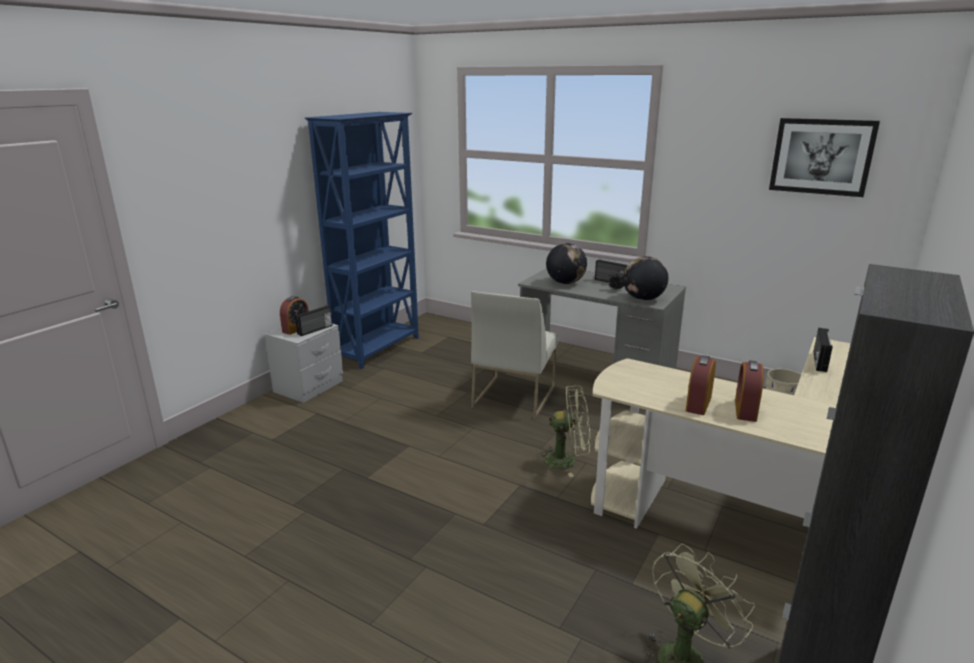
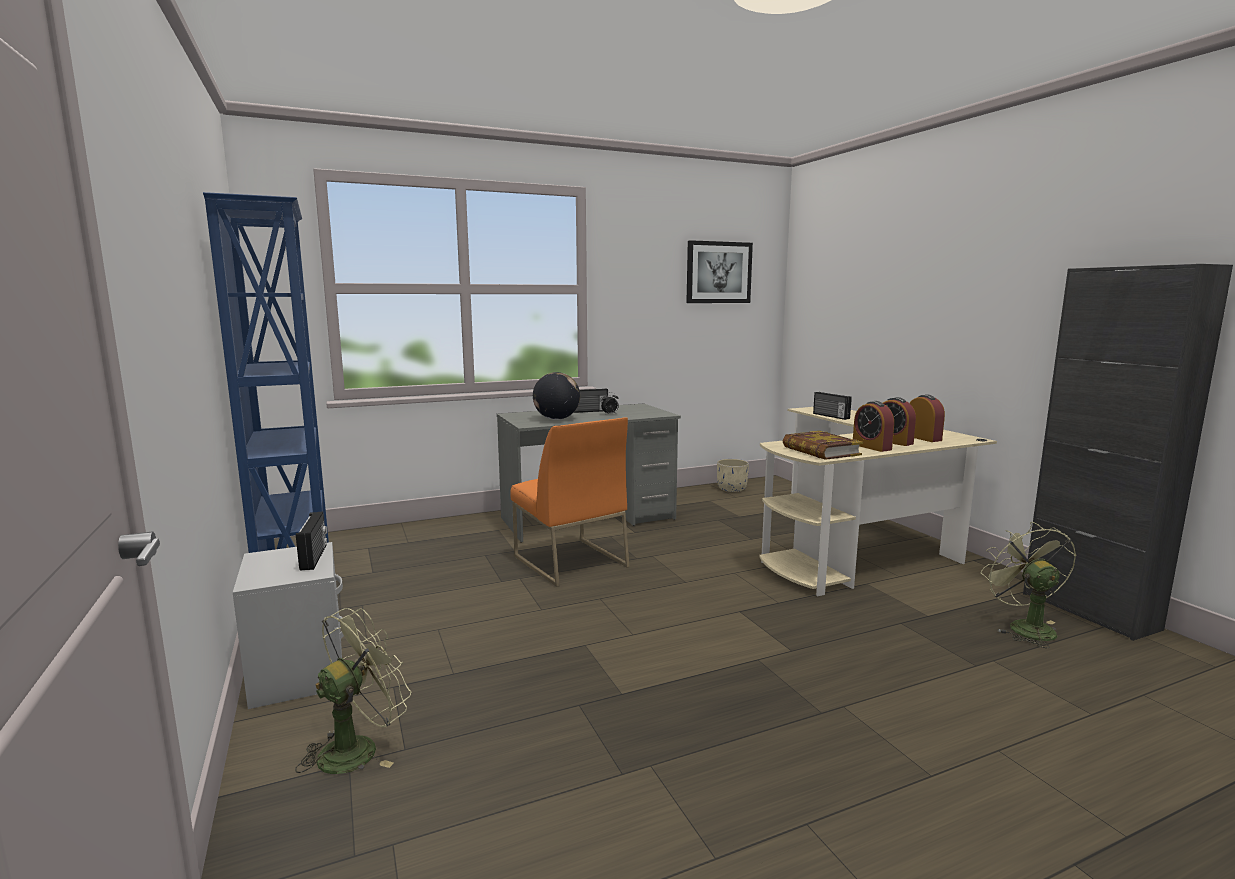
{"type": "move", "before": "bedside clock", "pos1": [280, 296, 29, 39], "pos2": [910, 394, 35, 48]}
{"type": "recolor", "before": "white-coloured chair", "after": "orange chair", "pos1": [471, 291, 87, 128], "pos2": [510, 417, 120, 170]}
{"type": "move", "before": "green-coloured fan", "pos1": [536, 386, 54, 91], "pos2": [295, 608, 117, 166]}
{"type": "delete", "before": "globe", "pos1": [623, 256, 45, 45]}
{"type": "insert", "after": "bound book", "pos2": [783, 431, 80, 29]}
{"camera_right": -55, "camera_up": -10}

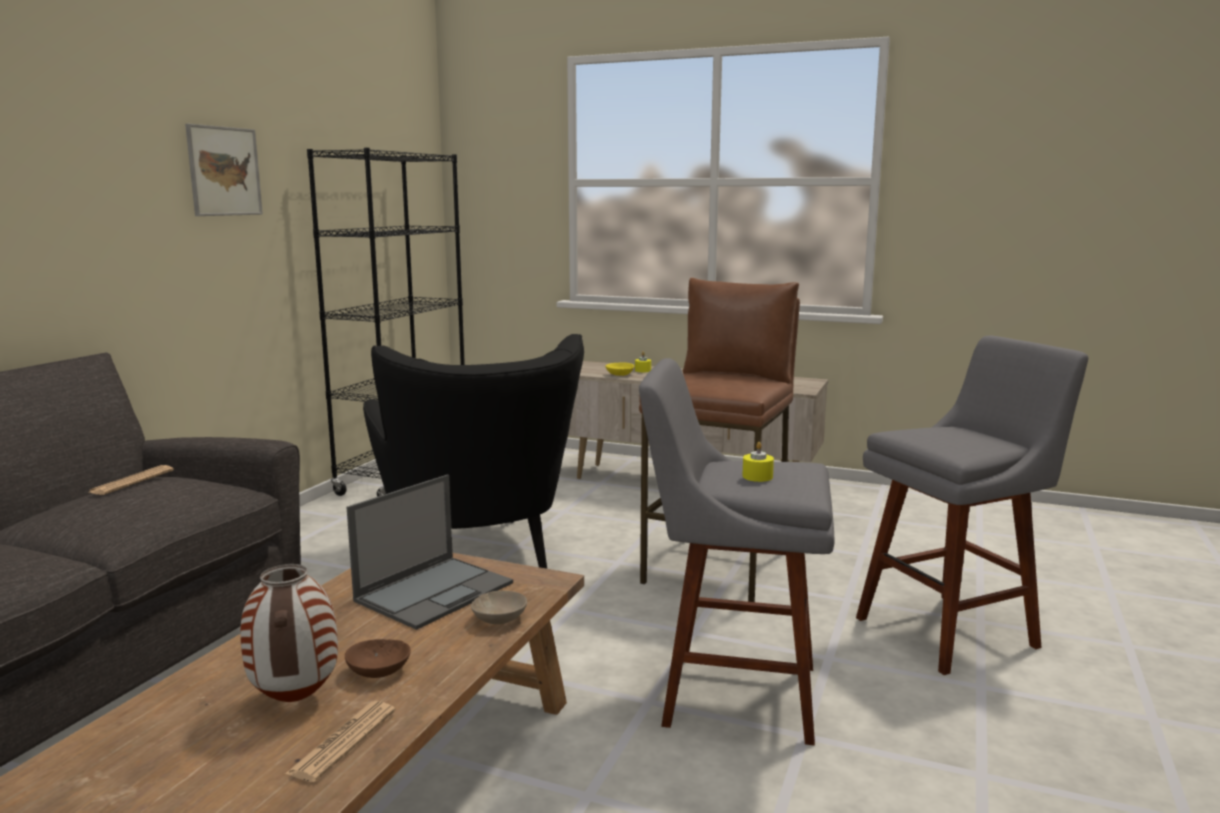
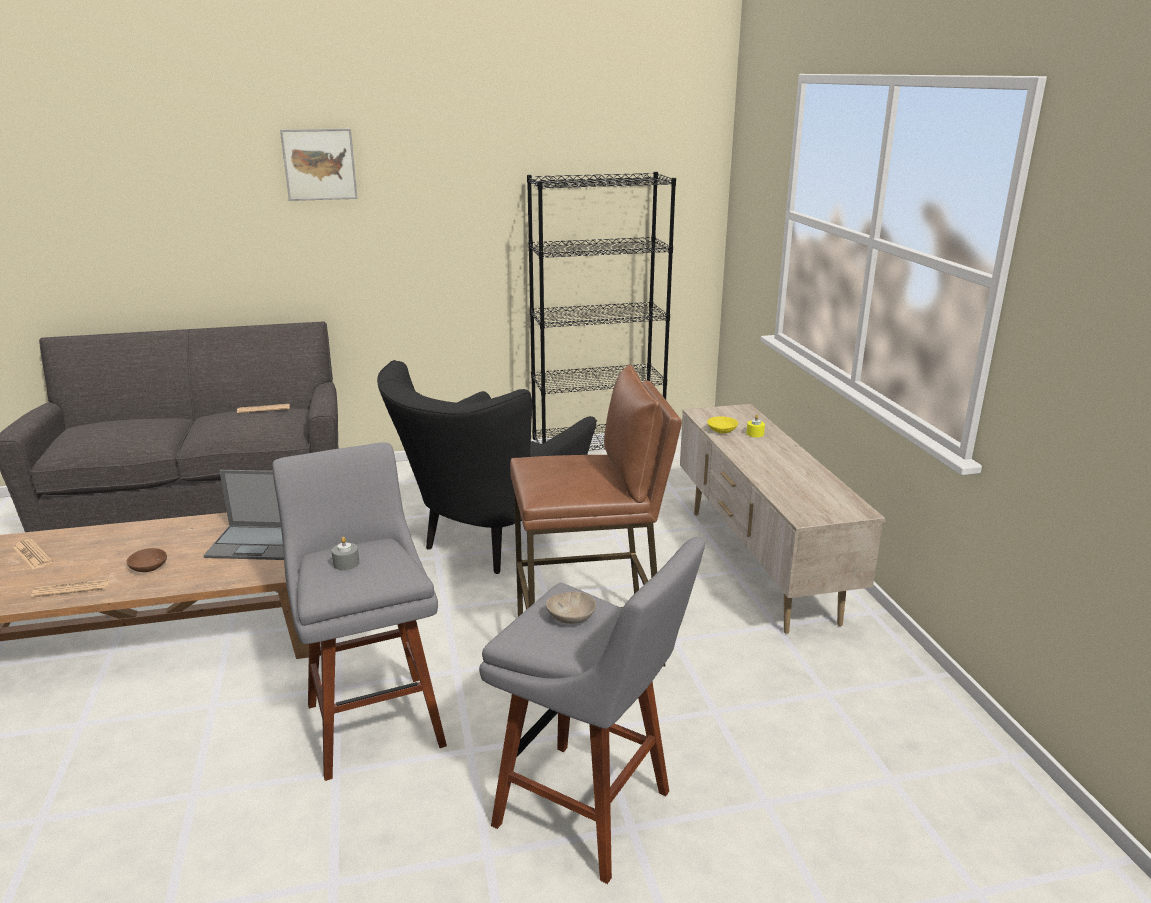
{"type": "move", "before": "picture", "pos1": [185, 124, 78, 92], "pos2": [280, 128, 78, 73]}
{"type": "delete", "before": "vase", "pos1": [240, 564, 98, 138]}
{"type": "move", "before": "sand-coloured bowl", "pos1": [471, 591, 56, 33], "pos2": [546, 591, 50, 33]}
{"type": "recolor", "before": "yellow candle", "after": "grey candle", "pos1": [742, 442, 32, 40], "pos2": [332, 537, 27, 33]}
{"type": "insert", "after": "printed paper", "pos2": [13, 539, 40, 31]}
{"camera_right": 55, "camera_up": 10}

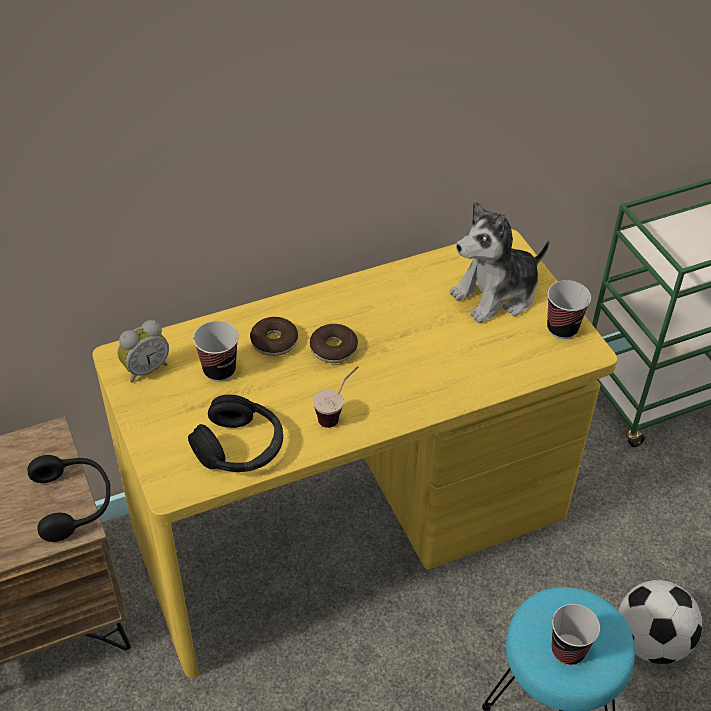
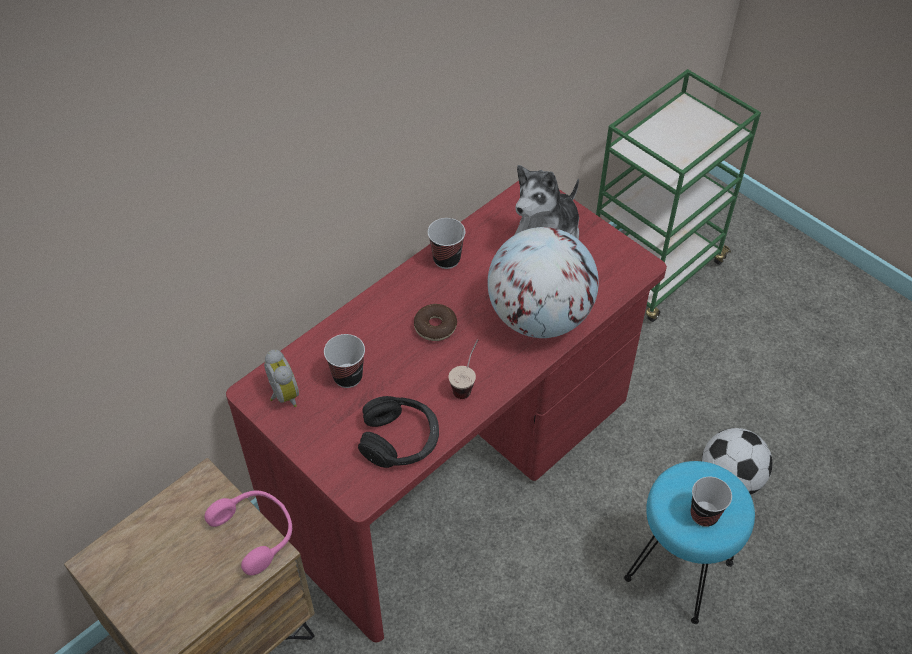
{"type": "recolor", "before": "blackish pair of headphones", "after": "pink pair of headphones", "pos1": [27, 455, 83, 87], "pos2": [205, 490, 87, 85]}
{"type": "recolor", "before": "yellow desk table", "after": "red-coloured desk table", "pos1": [92, 229, 525, 449], "pos2": [226, 181, 441, 462]}
{"type": "rotate", "before": "bedside clock", "pos1": [117, 320, 52, 63], "pos2": [264, 350, 35, 57], "turn": -60}
{"type": "delete", "before": "ring doughnut", "pos1": [250, 317, 48, 39]}
{"type": "move", "before": "cup", "pos1": [547, 280, 44, 59], "pos2": [428, 218, 37, 51]}
{"type": "insert", "after": "globe", "pos2": [487, 227, 112, 111]}
{"camera_right": -20, "camera_up": 5}

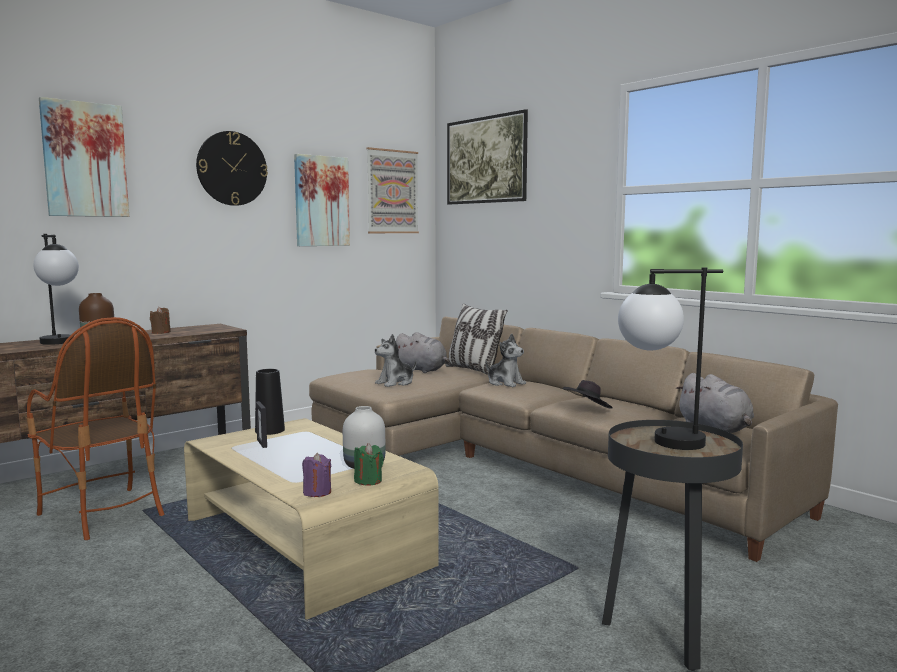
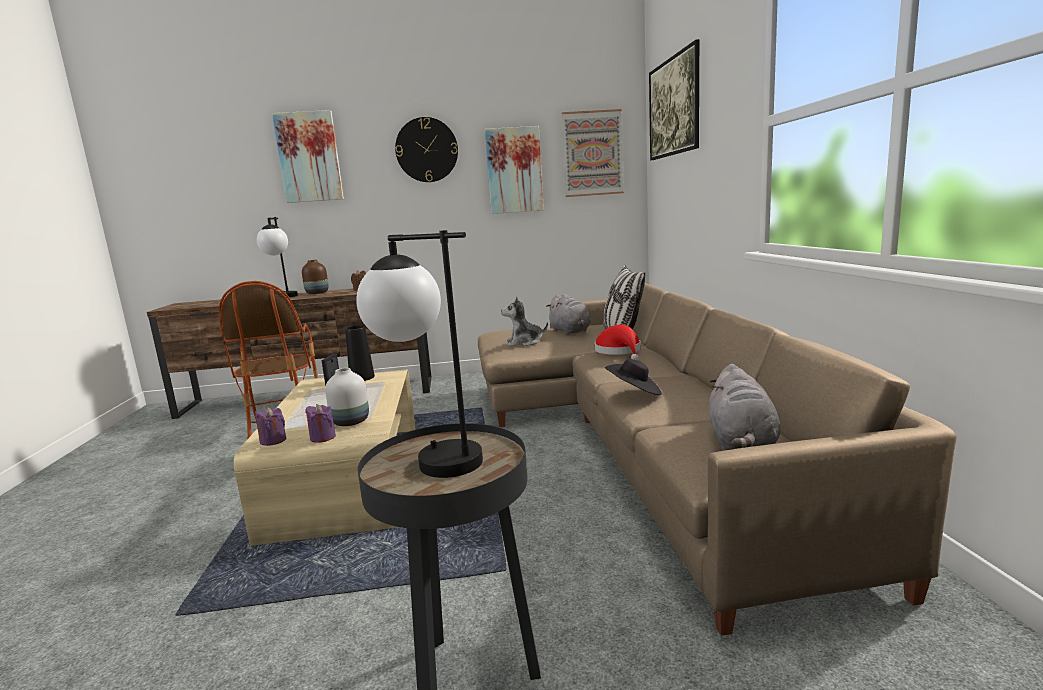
{"type": "recolor", "before": "green-coloured candle", "after": "purple candle", "pos1": [354, 443, 30, 43], "pos2": [305, 404, 31, 39]}
{"type": "replace", "before": "cuddly toy", "after": "red-coloured hat", "pos1": [485, 334, 41, 53], "pos2": [595, 325, 46, 35]}
{"camera_right": 35, "camera_up": 5}

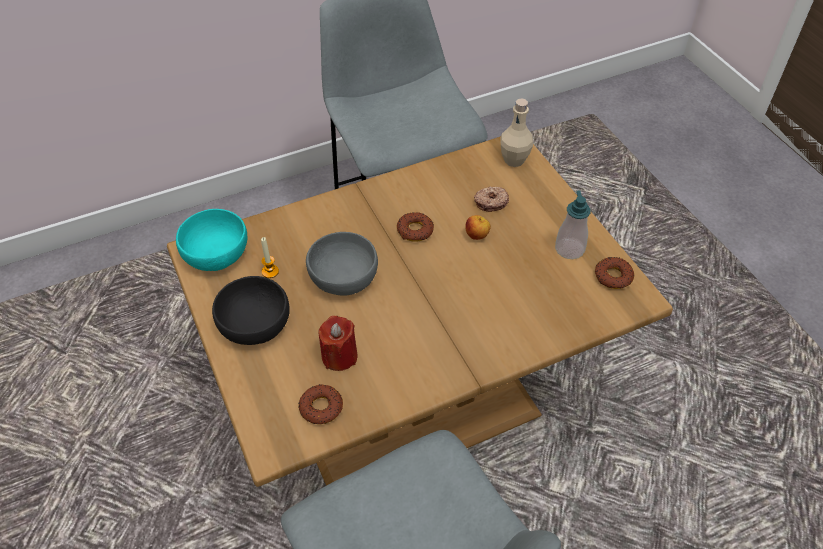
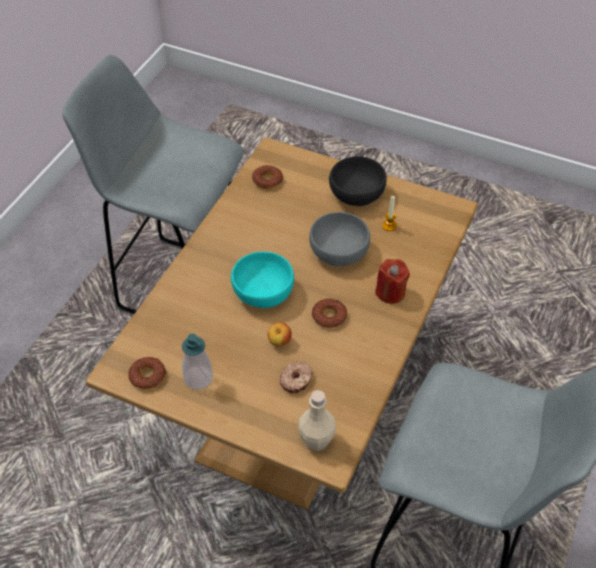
{"type": "move", "before": "turquoise-coloured bowl", "pos1": [176, 209, 71, 62], "pos2": [231, 251, 63, 57]}
{"type": "move", "before": "red-coloured candle", "pos1": [319, 316, 39, 55], "pos2": [375, 259, 35, 45]}
{"camera_right": 140, "camera_up": 0}

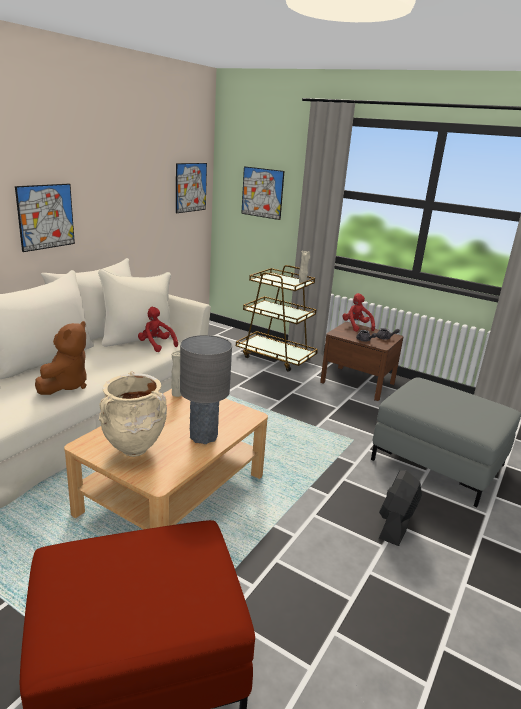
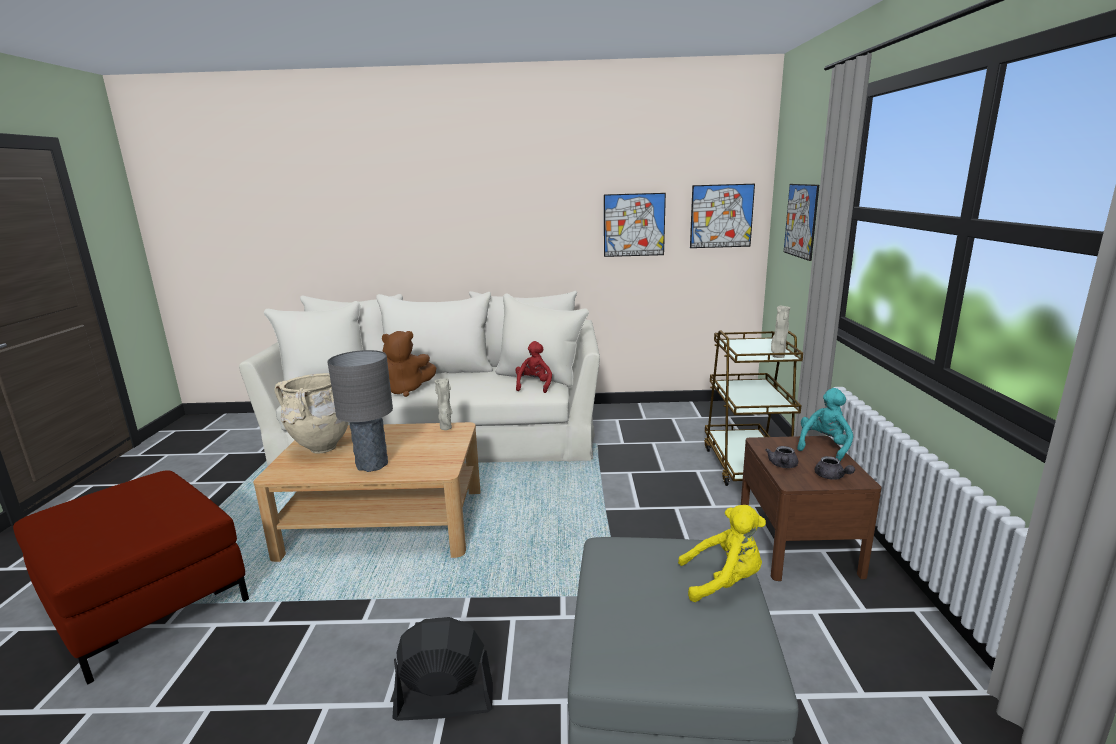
{"type": "move", "before": "picture", "pos1": [15, 184, 60, 68], "pos2": [604, 193, 62, 64]}
{"type": "recolor", "before": "red-coloured cuddly toy", "after": "turquoise-coloured cuddly toy", "pos1": [342, 293, 33, 39], "pos2": [797, 388, 56, 73]}
{"type": "insert", "after": "yellow cuddly toy", "pos2": [678, 505, 88, 97]}
{"camera_right": 60, "camera_up": -5}

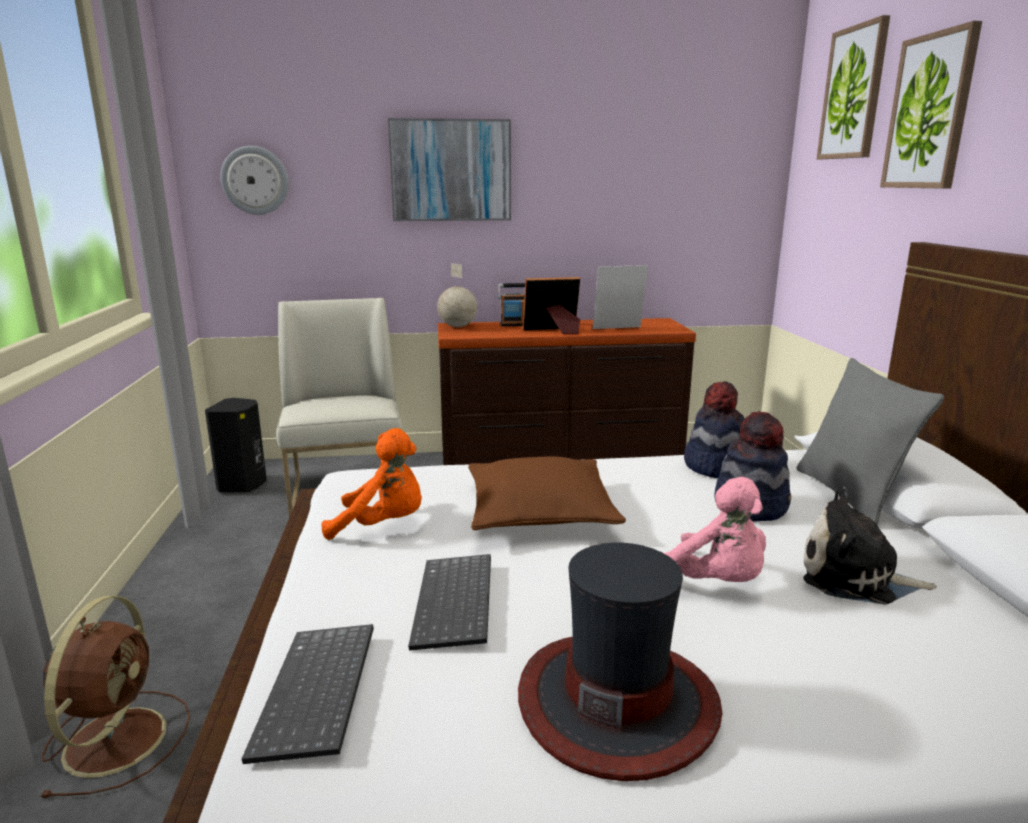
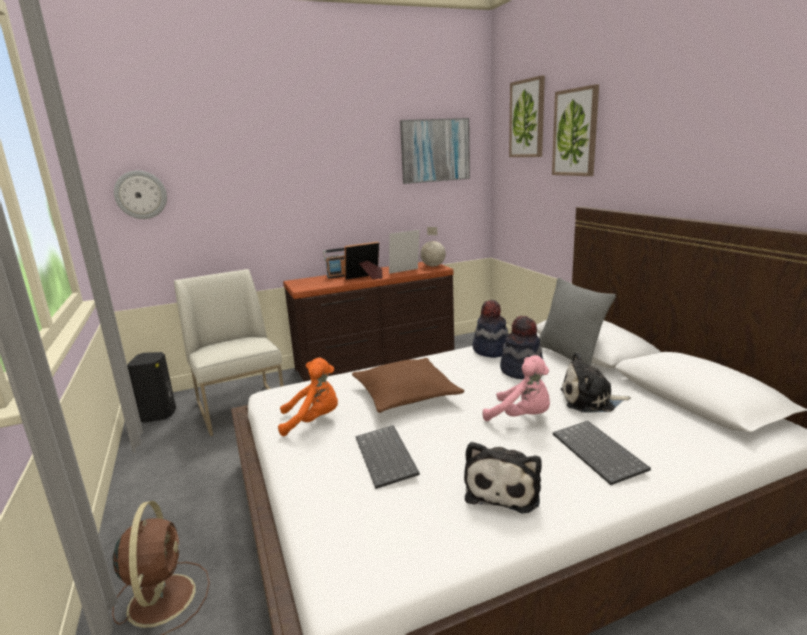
{"type": "move", "before": "PC keyboard", "pos1": [242, 624, 132, 140], "pos2": [553, 421, 98, 64]}
{"type": "move", "before": "picture", "pos1": [388, 118, 123, 103], "pos2": [400, 118, 70, 66]}
{"type": "move", "before": "globe", "pos1": [437, 263, 40, 64], "pos2": [420, 227, 26, 40]}
{"type": "replace", "before": "hat", "after": "cuddly toy", "pos1": [518, 543, 204, 238], "pos2": [464, 442, 78, 71]}
{"camera_right": -15, "camera_up": 0}

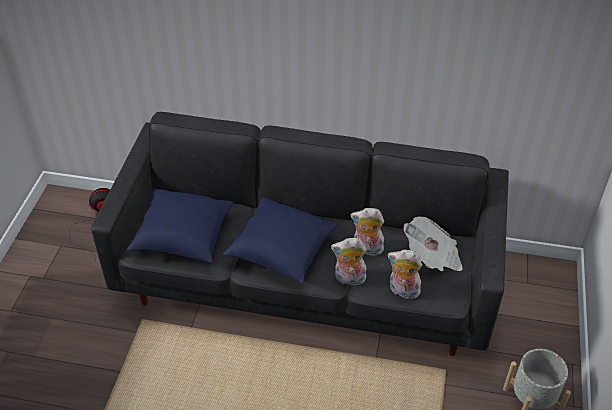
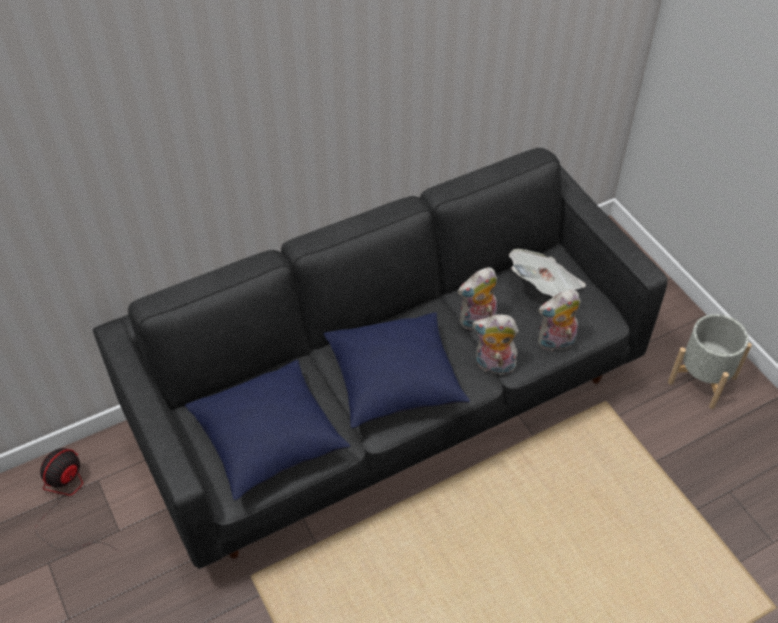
{"type": "rotate", "before": "cuddly toy", "pos1": [331, 238, 36, 48], "pos2": [472, 314, 47, 61], "turn": 45}
{"camera_right": -40, "camera_up": 5}

